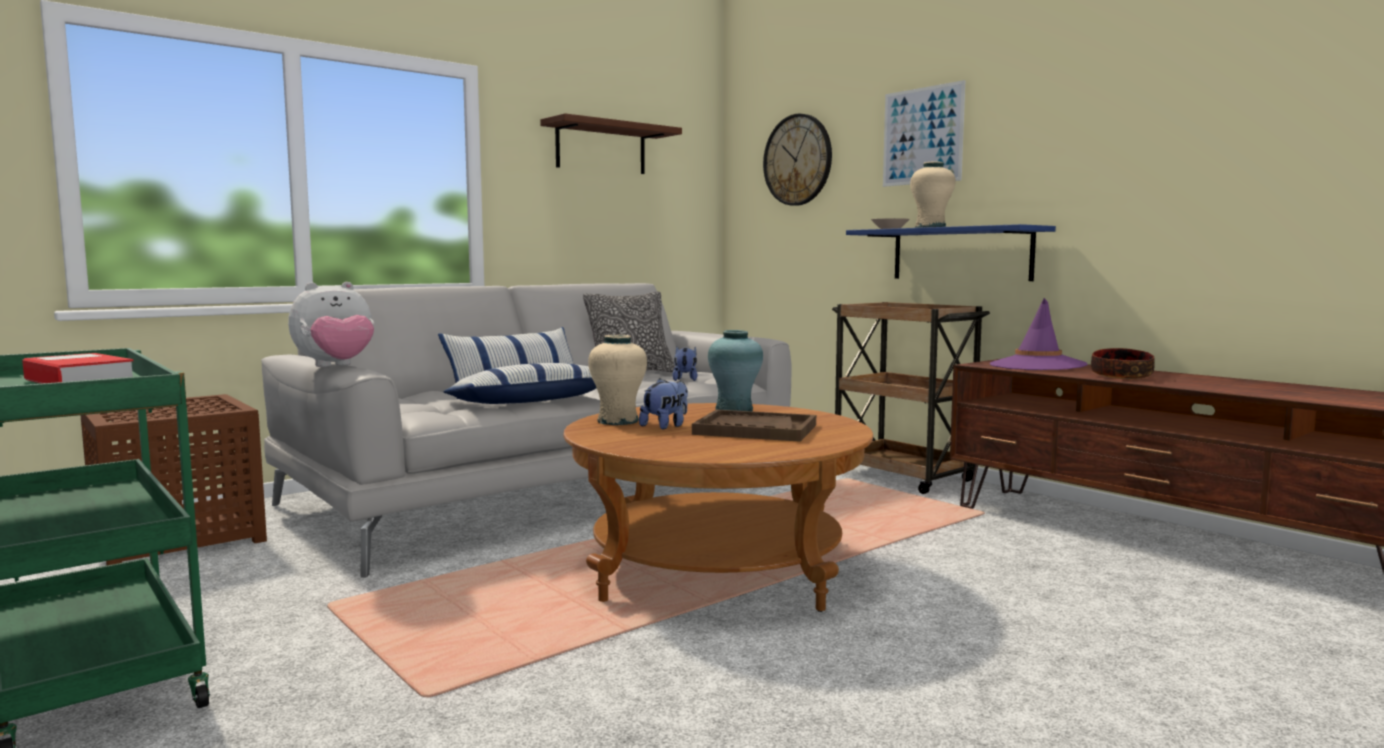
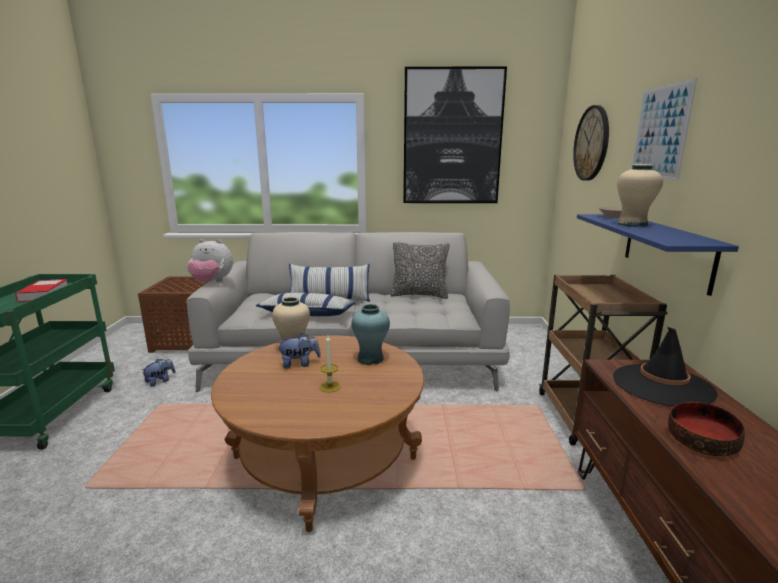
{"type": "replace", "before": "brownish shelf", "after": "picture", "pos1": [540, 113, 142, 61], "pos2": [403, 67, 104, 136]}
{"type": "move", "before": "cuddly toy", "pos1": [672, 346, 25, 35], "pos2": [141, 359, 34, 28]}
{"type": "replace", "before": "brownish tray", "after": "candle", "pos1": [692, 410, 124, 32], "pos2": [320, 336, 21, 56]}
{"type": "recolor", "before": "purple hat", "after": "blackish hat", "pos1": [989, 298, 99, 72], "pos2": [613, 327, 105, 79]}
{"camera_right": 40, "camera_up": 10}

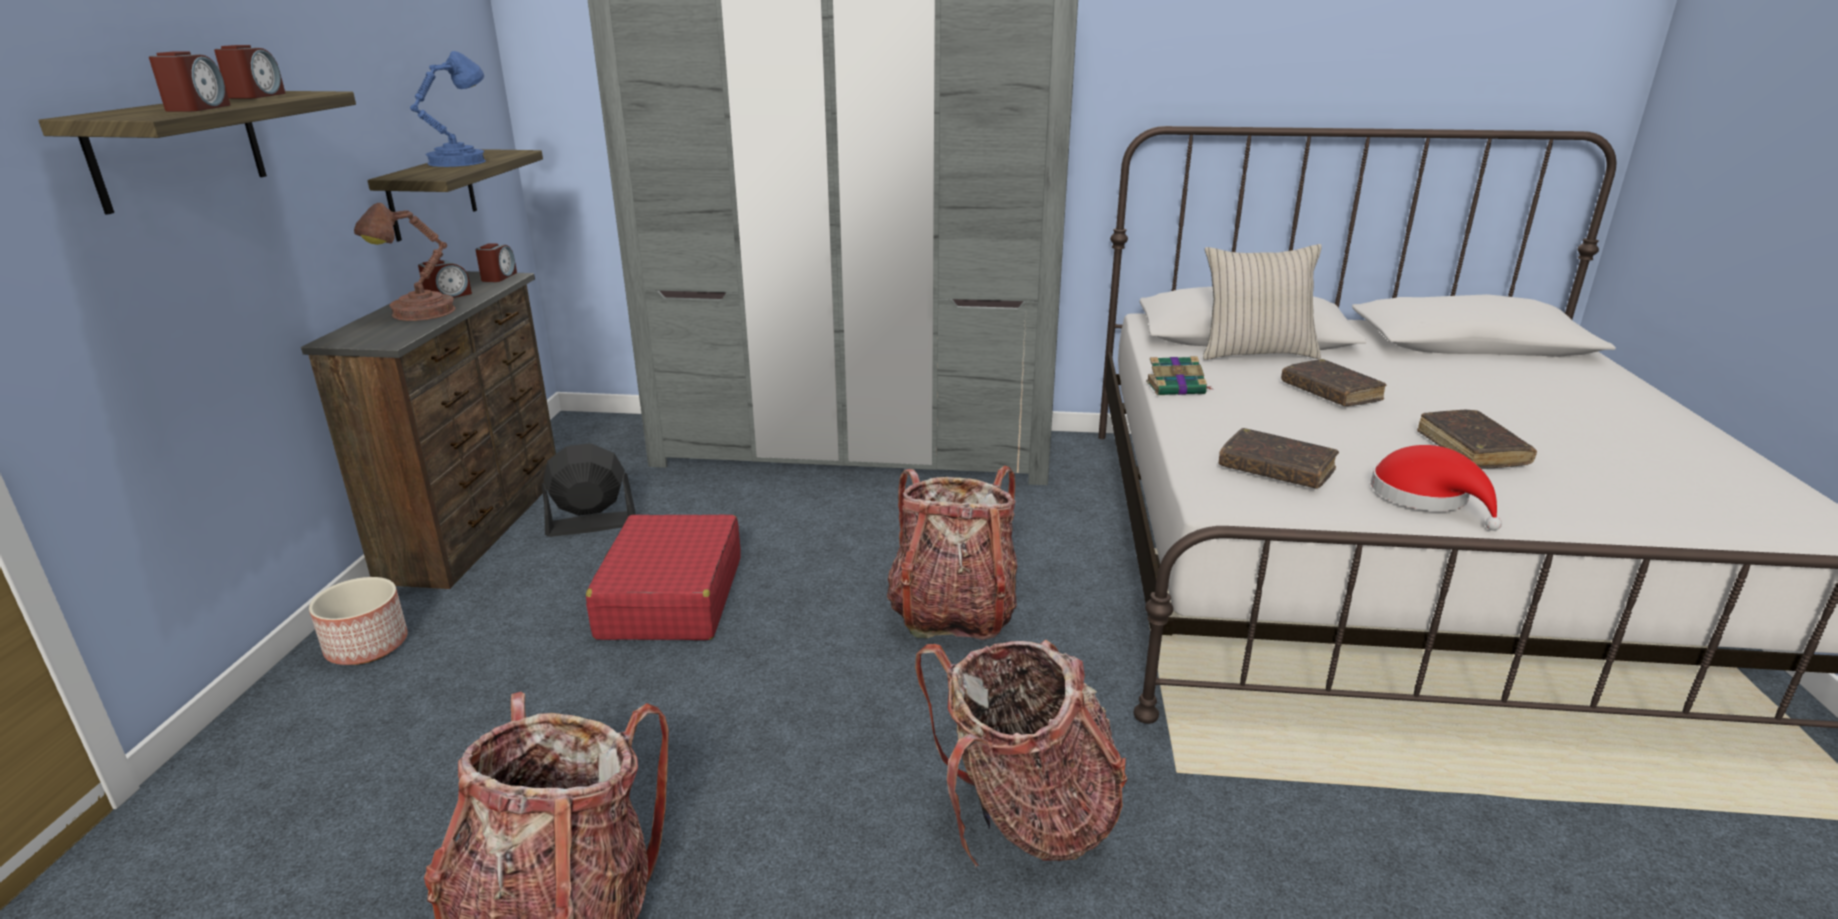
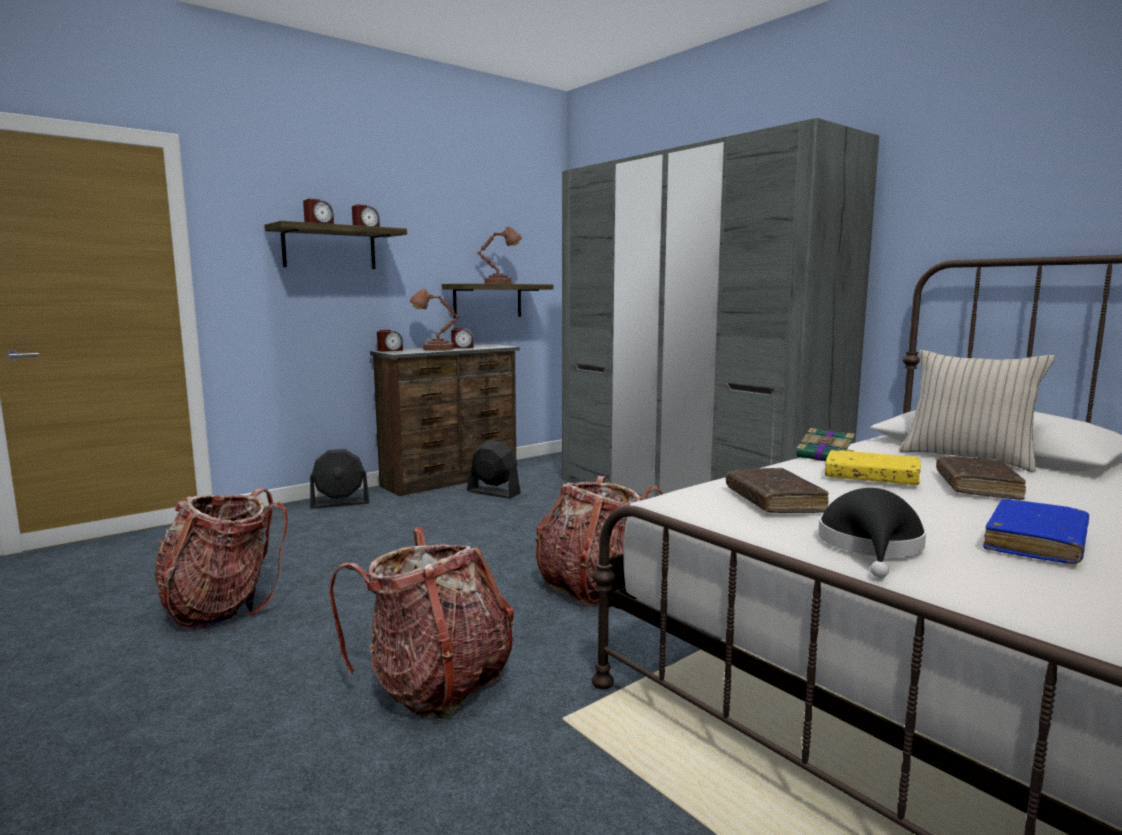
{"type": "replace", "before": "plant pot", "after": "blackish fan", "pos1": [309, 577, 99, 88], "pos2": [310, 449, 60, 60]}
{"type": "recolor", "before": "bluish tabletop lamp", "after": "brownish tabletop lamp", "pos1": [410, 51, 76, 116], "pos2": [477, 226, 45, 58]}
{"type": "move", "before": "bedside clock", "pos1": [475, 243, 42, 39], "pos2": [377, 330, 26, 22]}
{"type": "delete", "before": "red-coloured travel case", "pos1": [586, 514, 154, 126]}
{"type": "recolor", "before": "red-coloured hat", "after": "blackish hat", "pos1": [1371, 445, 131, 86], "pos2": [818, 488, 108, 90]}
{"type": "recolor", "before": "brownish bound book", "after": "bluish bound book", "pos1": [1417, 410, 120, 59], "pos2": [983, 499, 106, 65]}
{"type": "insert", "after": "yellow bound book", "pos2": [825, 450, 96, 35]}
{"camera_right": 45, "camera_up": -15}

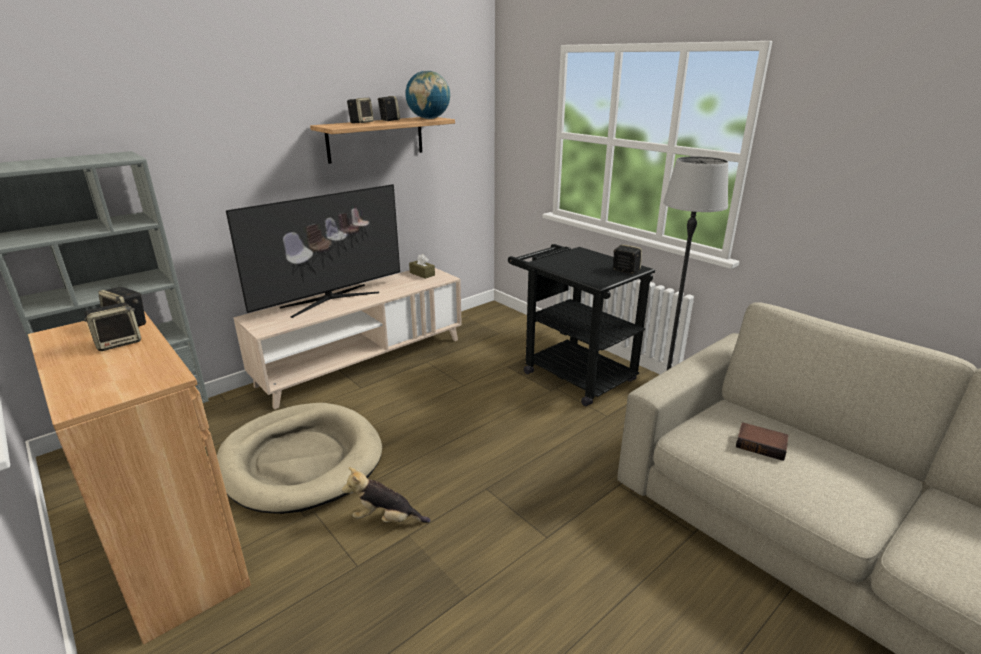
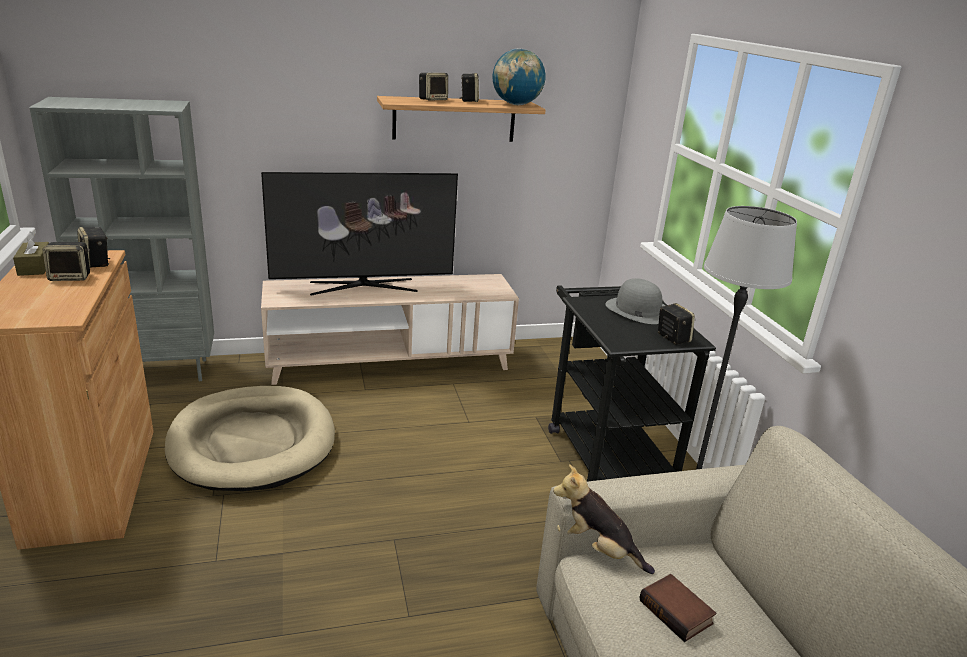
{"type": "move", "before": "cuddly toy", "pos1": [342, 467, 89, 56], "pos2": [553, 464, 102, 110]}
{"type": "move", "before": "brownish tissue box", "pos1": [409, 254, 26, 25], "pos2": [13, 231, 36, 45]}
{"type": "insert", "after": "grey hat", "pos2": [606, 278, 59, 46]}
{"camera_right": 25, "camera_up": 0}

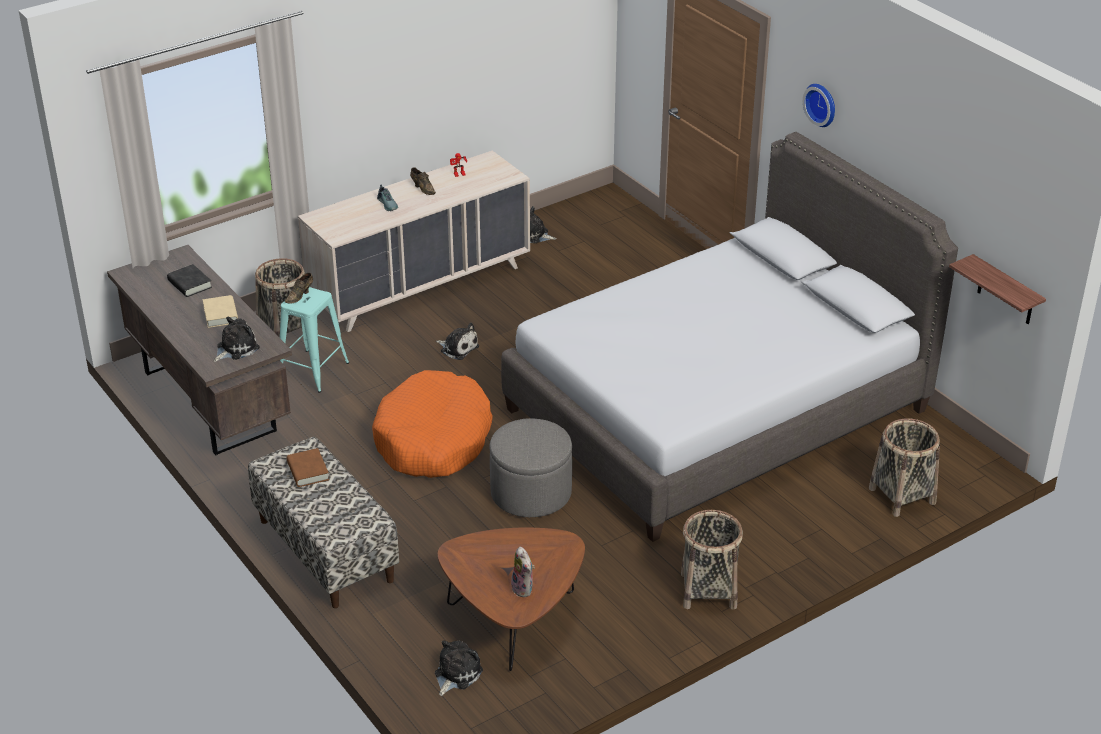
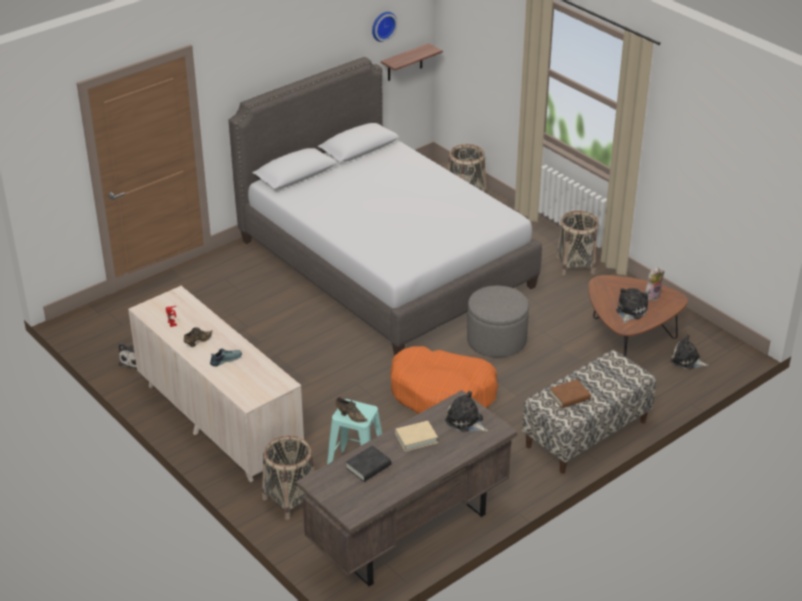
{"type": "move", "before": "cuddly toy", "pos1": [436, 323, 43, 37], "pos2": [616, 288, 32, 35]}
{"type": "move", "before": "clock on the wall", "pos1": [803, 84, 32, 43], "pos2": [372, 12, 26, 30]}
{"camera_right": -95, "camera_up": 0}

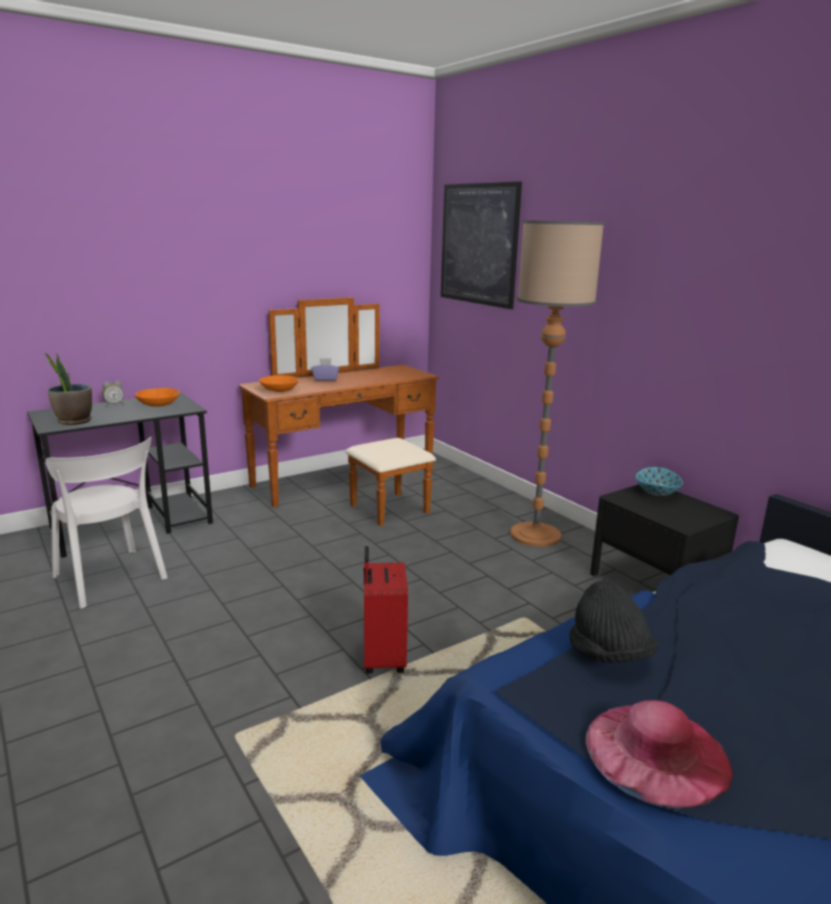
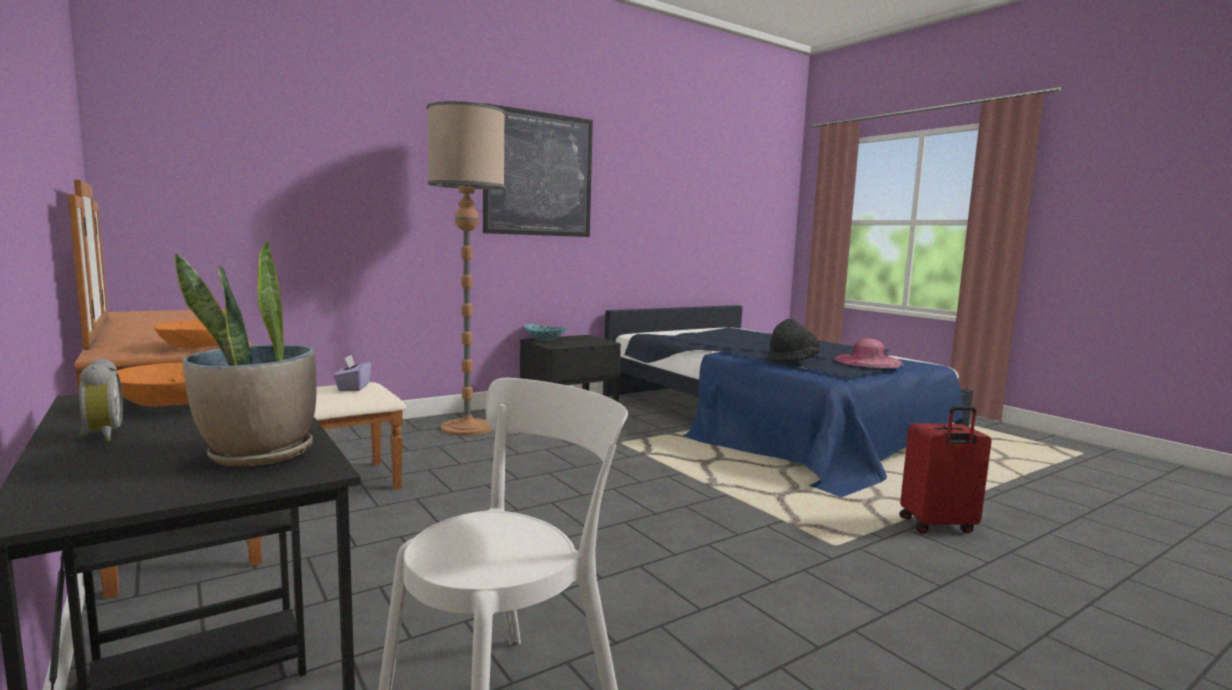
{"type": "move", "before": "purple tissue box", "pos1": [311, 358, 28, 23], "pos2": [334, 355, 37, 36]}
{"type": "move", "before": "red-coloured travel case", "pos1": [364, 546, 44, 128], "pos2": [899, 406, 93, 127]}
{"type": "move", "before": "picture", "pos1": [441, 182, 81, 127], "pos2": [483, 103, 110, 134]}
{"camera_right": -90, "camera_up": -10}

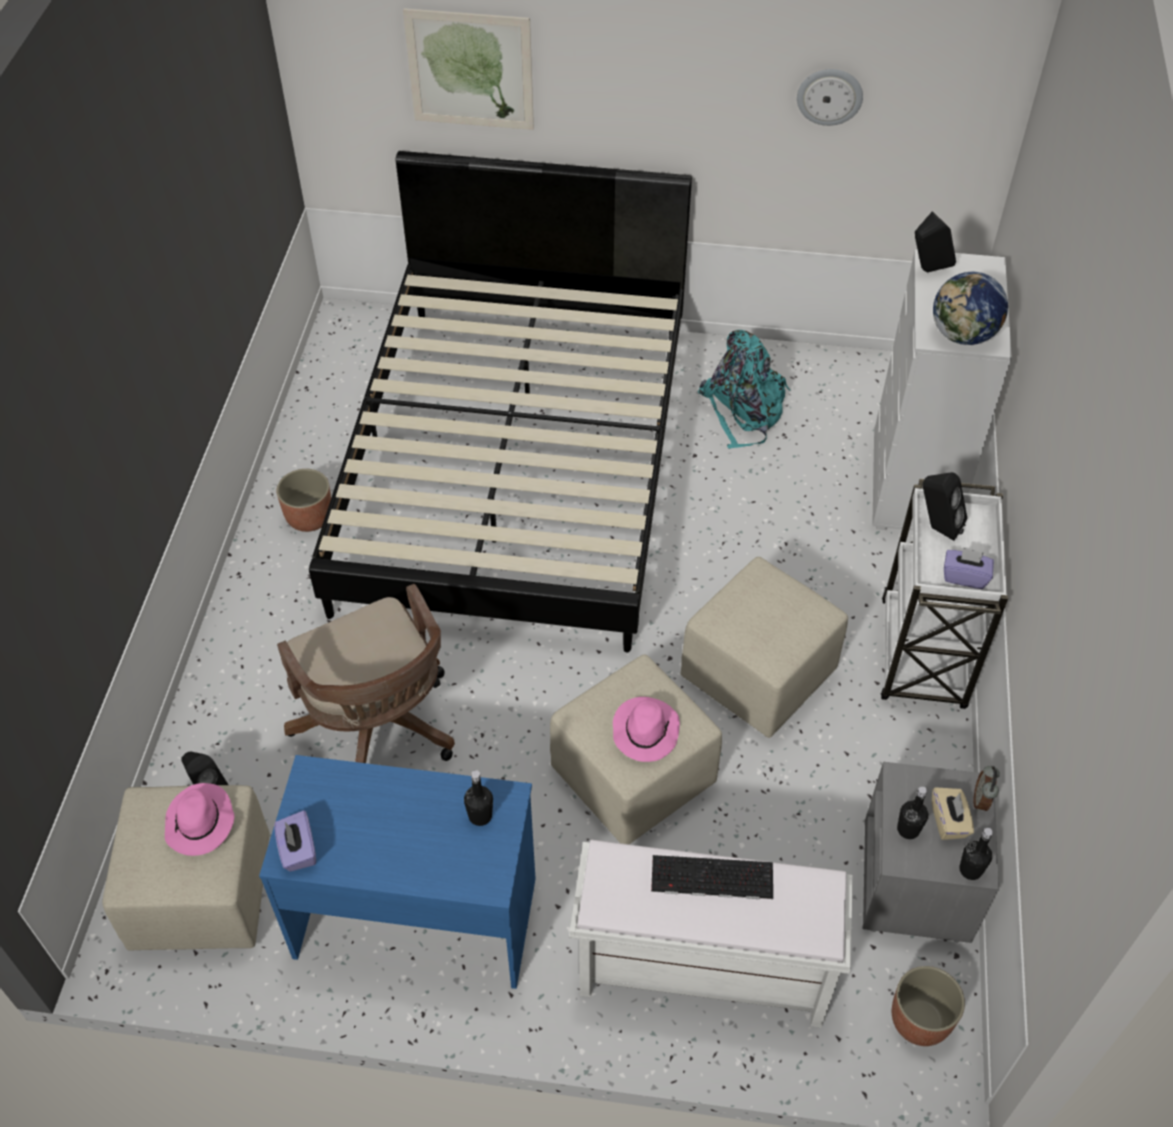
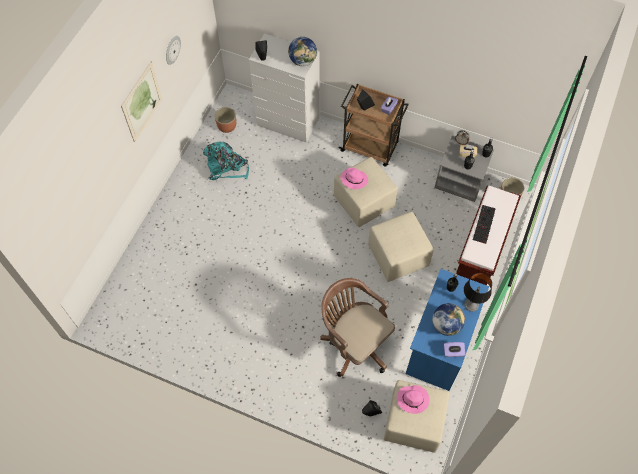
{"type": "move", "before": "plant pot", "pos1": [276, 469, 55, 63], "pos2": [215, 107, 21, 26]}
{"type": "rotate", "before": "brownish office chair", "pos1": [277, 584, 178, 179], "pos2": [320, 278, 75, 99], "turn": -120}
{"type": "delete", "before": "blackish bedroom bed", "pos1": [309, 151, 383, 502]}
{"type": "move", "before": "picture", "pos1": [403, 8, 131, 122], "pos2": [121, 62, 41, 80]}
{"type": "recolor", "before": "white-coloured long seat", "after": "brownish long seat", "pos1": [569, 840, 284, 188], "pos2": [456, 186, 65, 99]}
{"type": "move", "before": "pink hat", "pos1": [613, 697, 67, 65], "pos2": [340, 167, 28, 22]}
{"type": "recolor", "before": "white-coloured trolley", "after": "brownish trolley", "pos1": [881, 479, 127, 230], "pos2": [339, 84, 70, 83]}
{"type": "insert", "after": "globe", "pos2": [432, 303, 33, 33]}
{"type": "insert", "after": "tabletop lamp", "pos2": [464, 273, 28, 39]}
{"camera_right": -75, "camera_up": 10}

